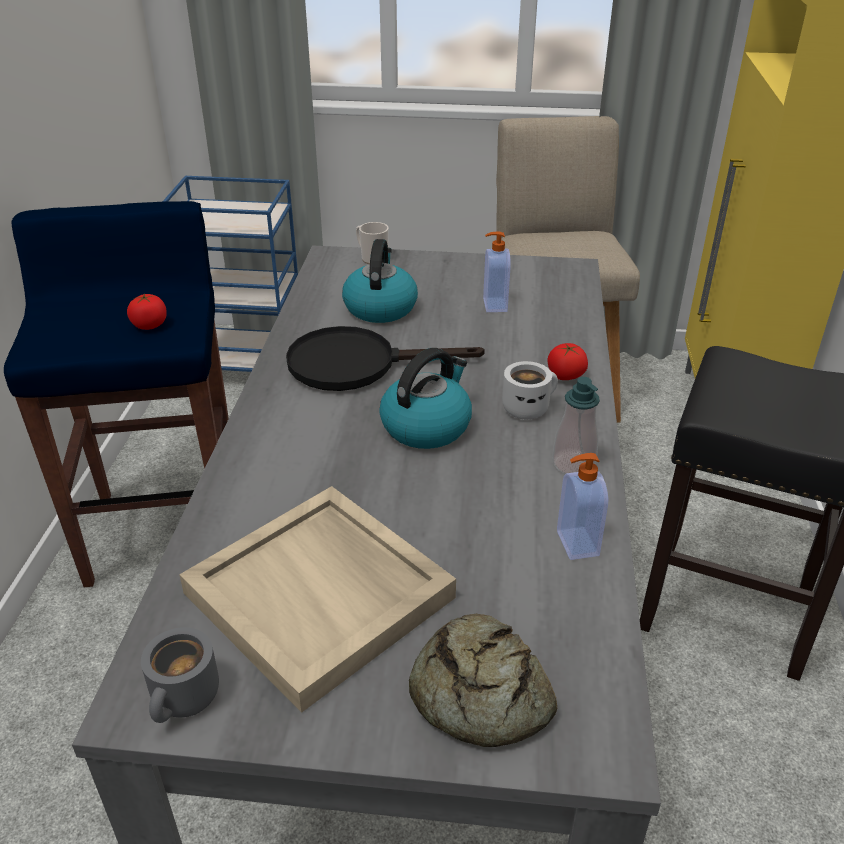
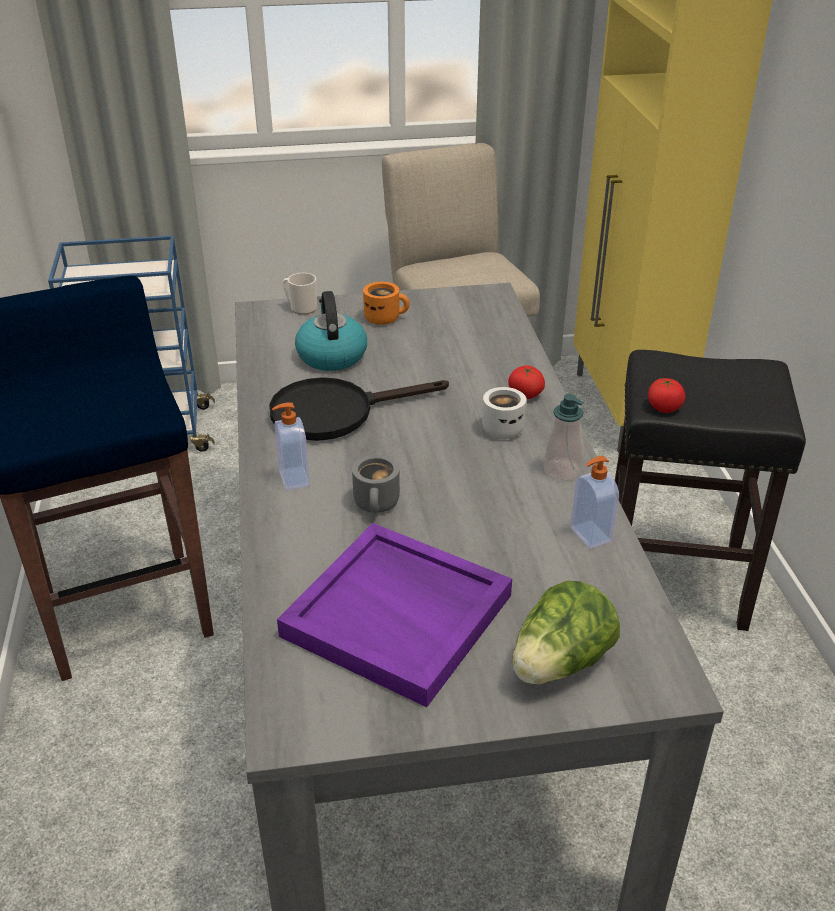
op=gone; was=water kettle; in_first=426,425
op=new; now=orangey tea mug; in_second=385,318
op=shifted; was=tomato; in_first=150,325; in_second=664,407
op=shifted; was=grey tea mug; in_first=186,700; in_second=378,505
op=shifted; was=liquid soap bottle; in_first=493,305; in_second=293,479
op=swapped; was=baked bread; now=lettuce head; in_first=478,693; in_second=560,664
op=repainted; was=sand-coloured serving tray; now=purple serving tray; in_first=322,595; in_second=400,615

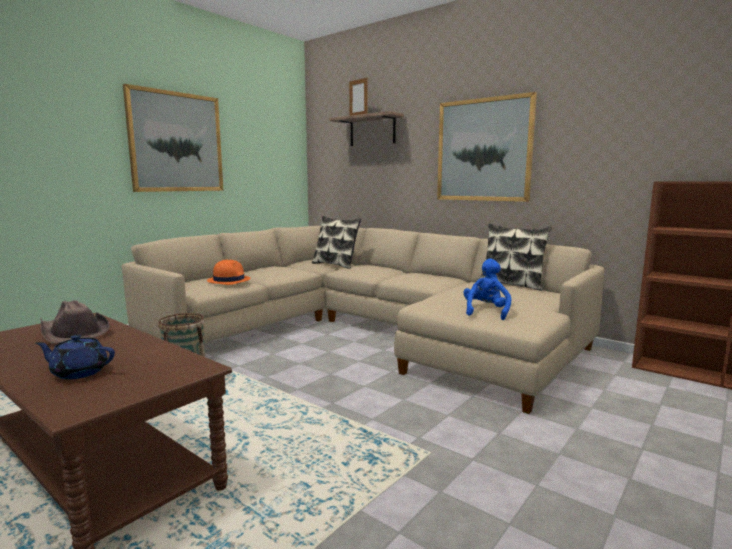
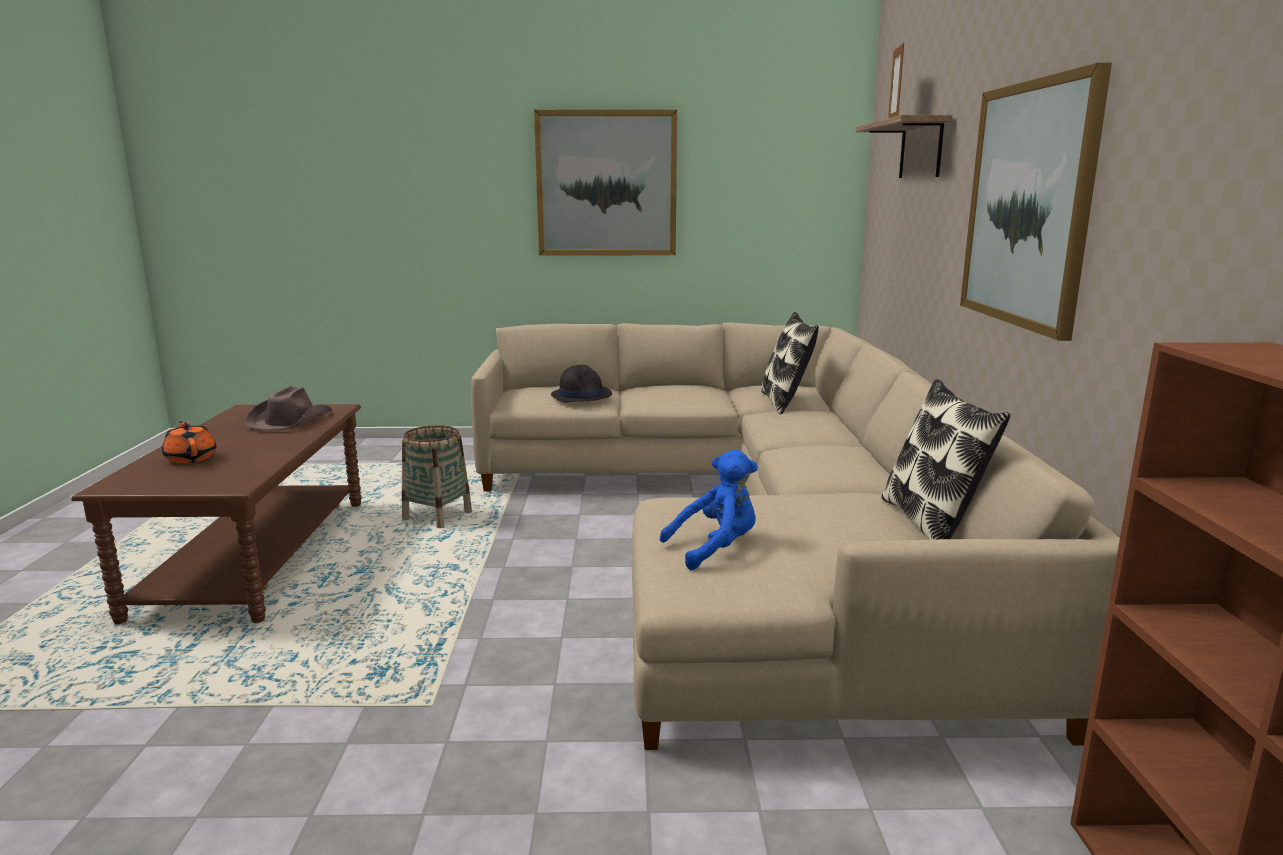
op=repainted; was=blue-coloured pot for tea; now=orangey pot for tea; in_first=79,372; in_second=191,458
op=repainted; was=orangey clothing hat; now=blackish clothing hat; in_first=229,280; in_second=581,395

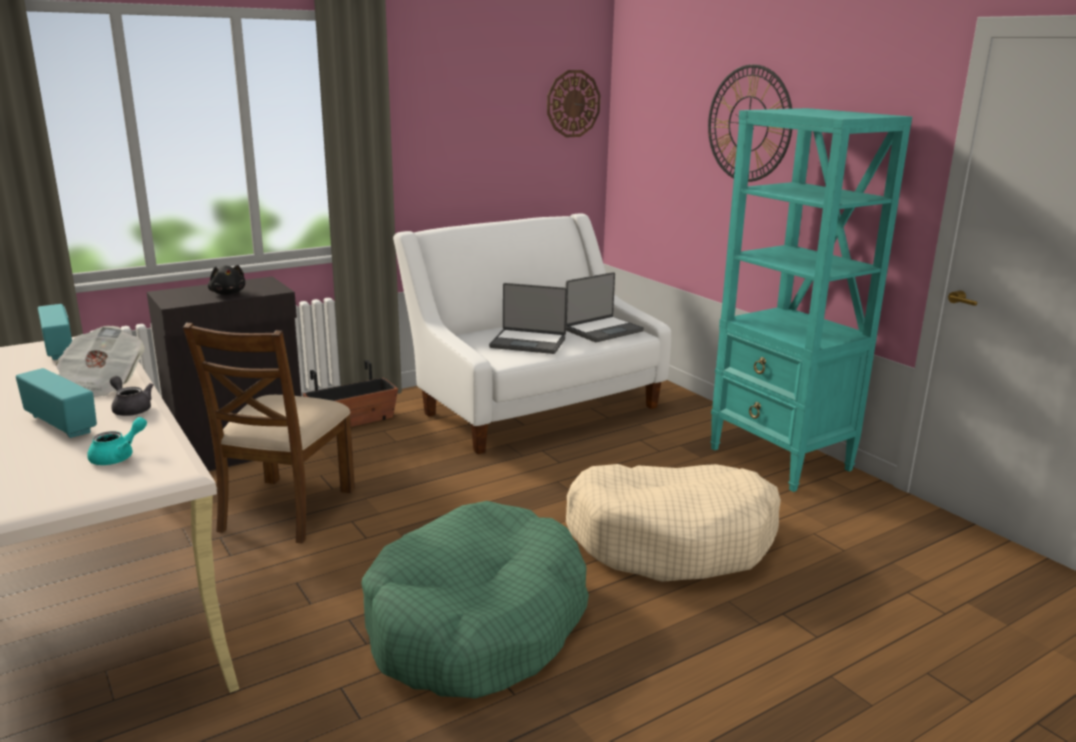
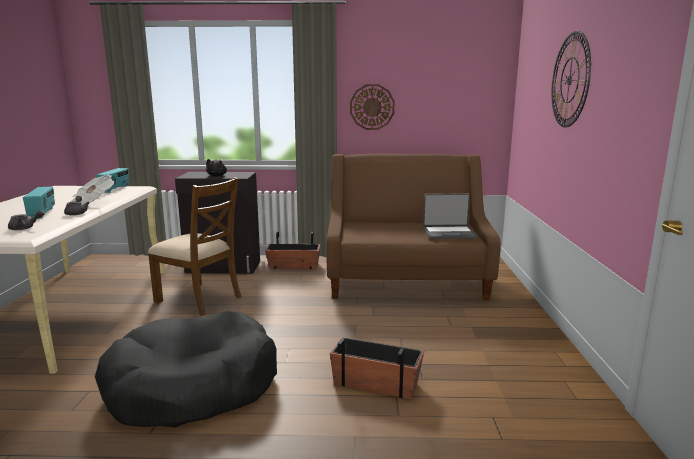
op=gone; was=notebook computer; in_first=528,342
op=gone; was=blue-green bookshelf; in_first=780,460
op=shifted; was=clock on the wall; in_first=573,103; in_second=372,107
op=swapped; was=sand-coloured pet bed; now=flower pot; in_first=672,539; in_second=376,383
op=repainted; was=blue-green pot for tea; now=grey pot for tea; in_first=118,456; in_second=25,228
op=repainted; was=greenish pet bed; now=blackish pet bed; in_first=476,624; in_second=192,386
op=repainted; was=whitish settee; now=brown-coloured settee; in_first=534,405; in_second=406,280
op=rotated; was=brown-coloured plain chair; in_first=285,509; in_second=199,299; clockwise=-105

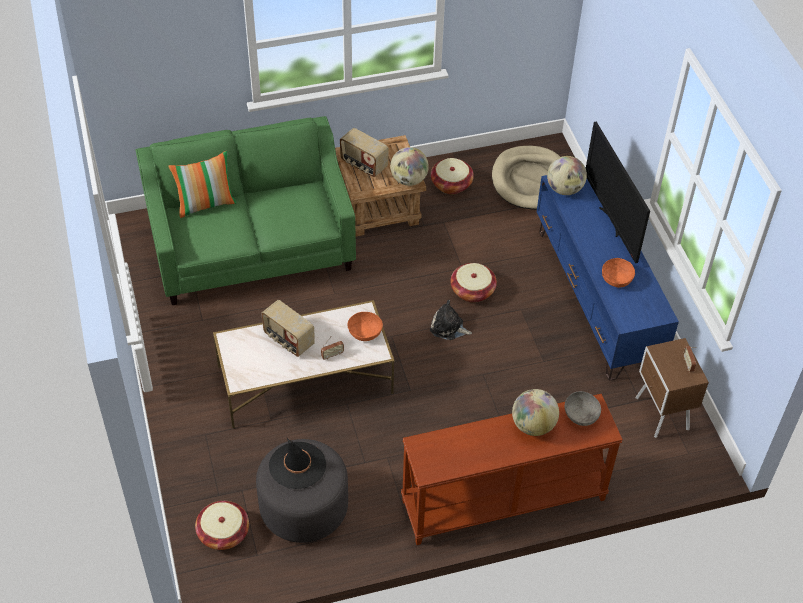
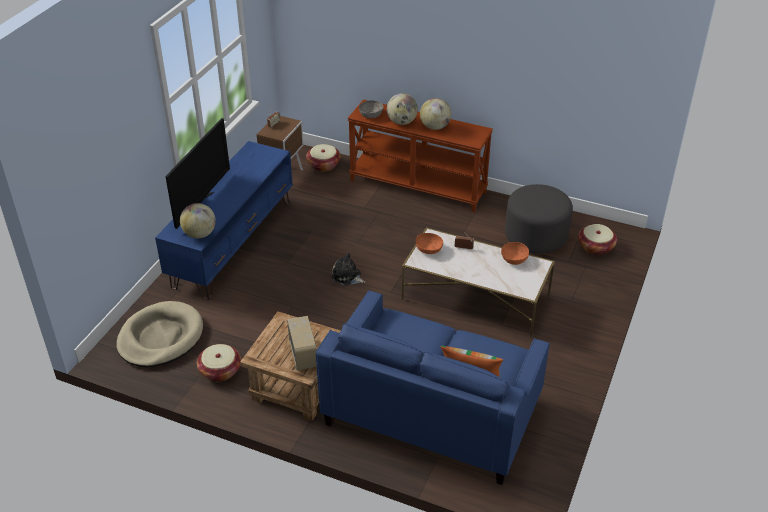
op=gone; was=radio; in_first=288,340
op=gone; was=blackish clothing hat; in_first=297,465
op=shifted; was=globe; in_first=408,180; in_second=435,127
op=shifted; was=basket; in_first=472,291; in_second=323,165
op=shifted; was=orangey serving bowl; in_first=616,279; in_second=514,259
op=repainted; was=greenish settee; now=blue-coloured settee; in_first=252,247; in_second=432,412
op=rotated; was=plush toy; in_first=448,328; in_second=347,276; clockwise=150

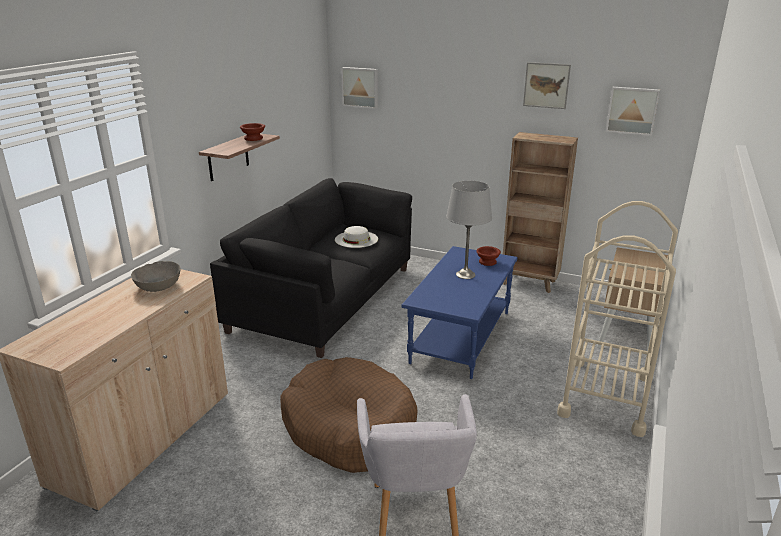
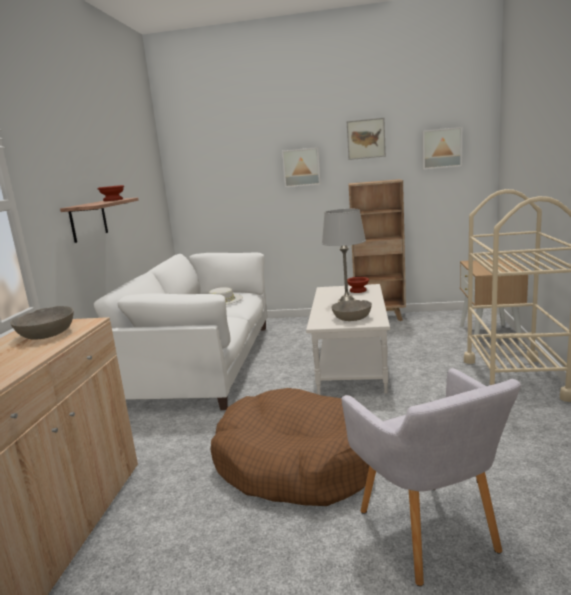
op=new; now=grey serving bowl; in_second=351,318
op=shifted; was=wall art; in_first=360,87; in_second=301,167
op=repainted; was=blackish settee; now=whitish settee; in_first=325,298; in_second=201,363
op=repainted; was=blue-coloured coffee table; now=whitish coffee table; in_first=460,336; in_second=350,364

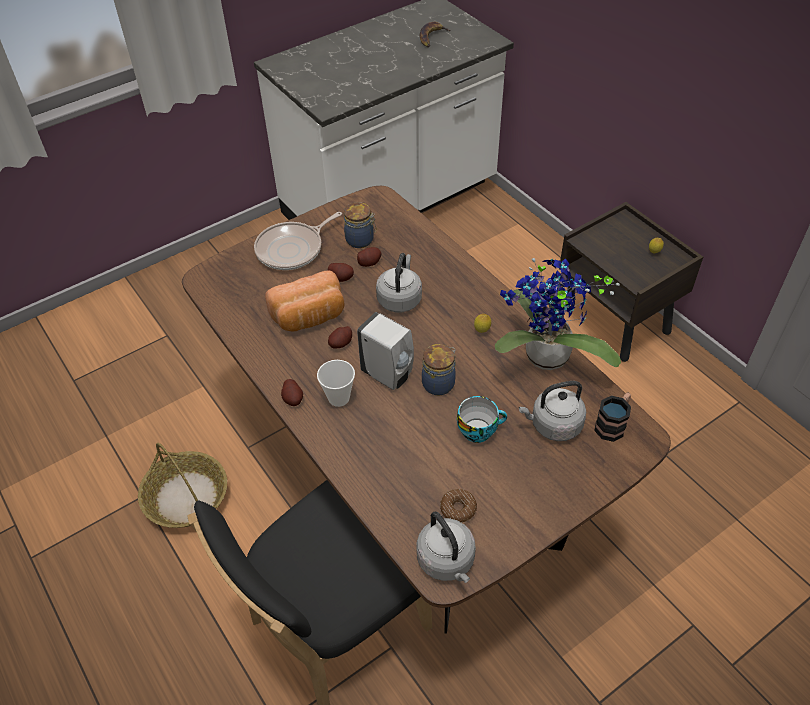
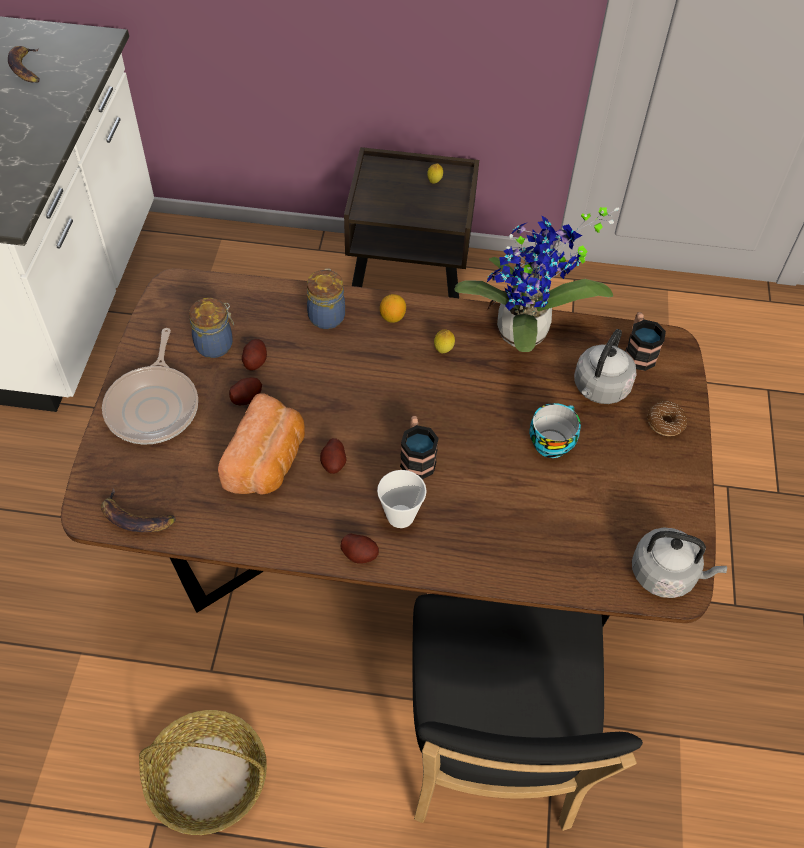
op=gone; was=grey water kettle; in_first=400,298
op=new; now=whole banana; in_second=135,518
op=new; now=whole lemon; in_second=392,317
op=shifted; was=preserve jar; in_first=439,383; in_second=327,315
op=shifted; was=doughnut; in_first=458,509; in_second=665,422
op=swapped; was=whitish liquid soap bottle; now=tea mug; in_first=388,375; in_second=416,457

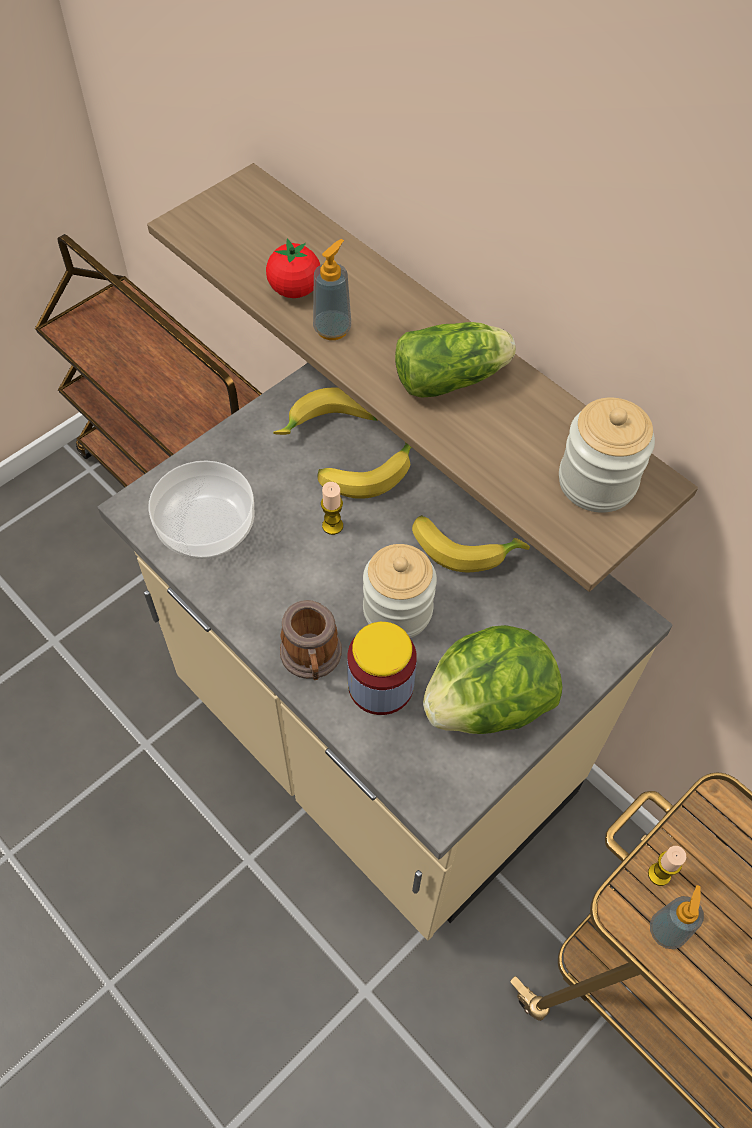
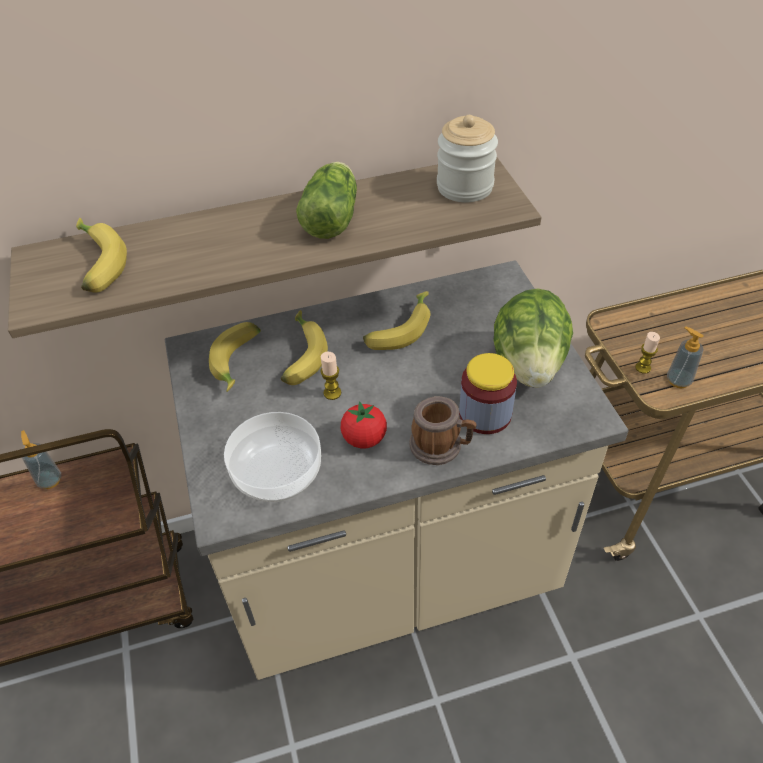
op=gone; was=preserve jar; in_first=397,610
op=new; now=whole banana; in_second=96,264
op=shifted; was=tomato; in_first=294,289; in_second=364,438
op=shifted; was=liquid soap bottle; in_first=332,329; in_second=50,480

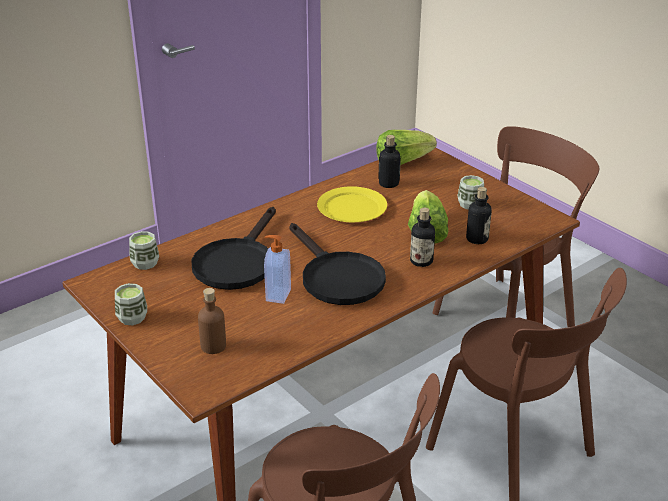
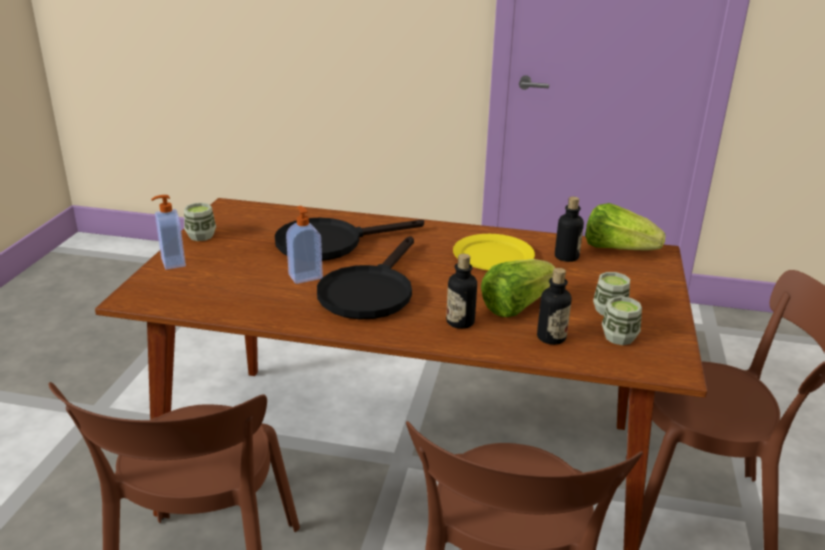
op=gone; was=brown-coloured bottle; in_first=213,346
op=new; now=liquid soap bottle; in_second=172,263
op=shifted; was=cup; in_first=145,263; in_second=619,337

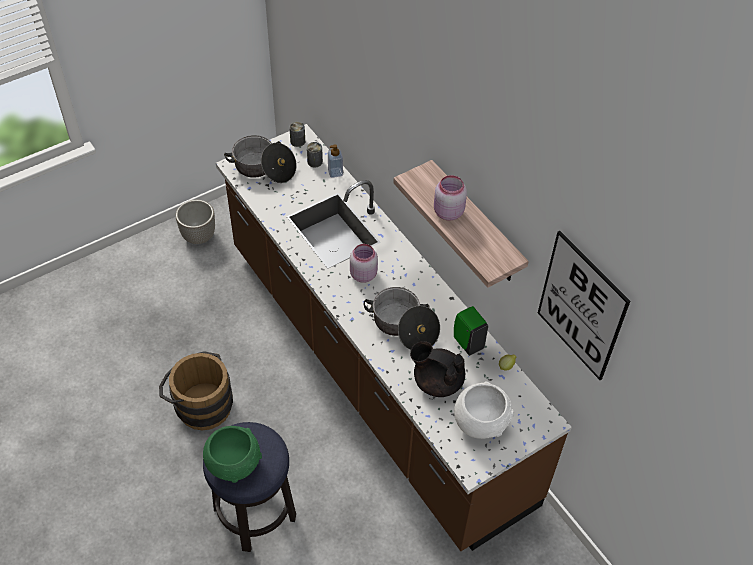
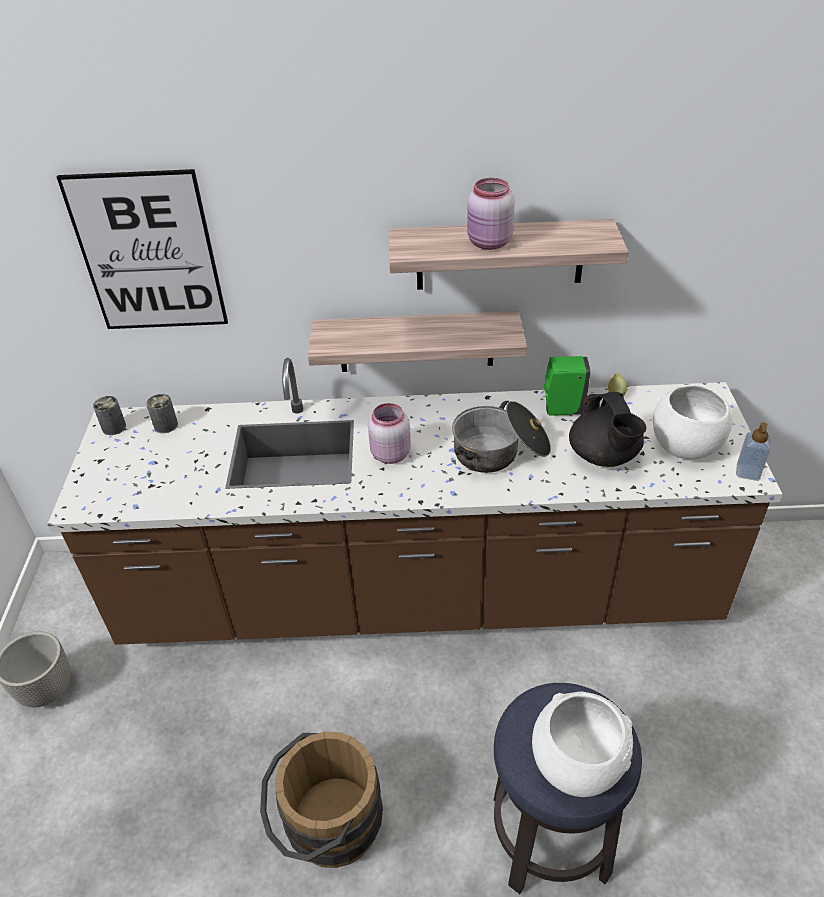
op=gone; was=stockpot; in_first=263,168
op=new; now=wall shelf; in_second=416,342
op=shifted; was=liquid soap bottle; in_first=335,172; in_second=747,472
op=shifted; was=wall art; in_first=581,306; in_second=148,253
op=repainted; was=greenish serving bowl; now=whitish serving bowl; in_first=234,463; in_second=576,761
op=rotated; was=blackish pot for tea; in_first=437,381; in_second=604,456; clockwise=-75

